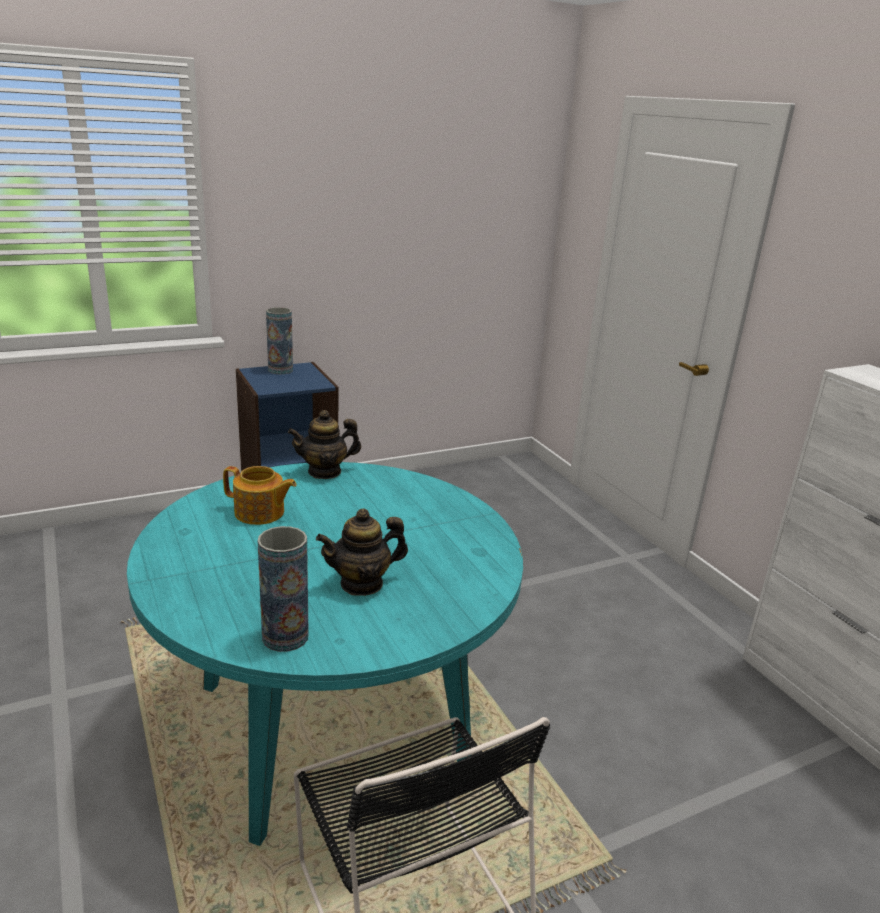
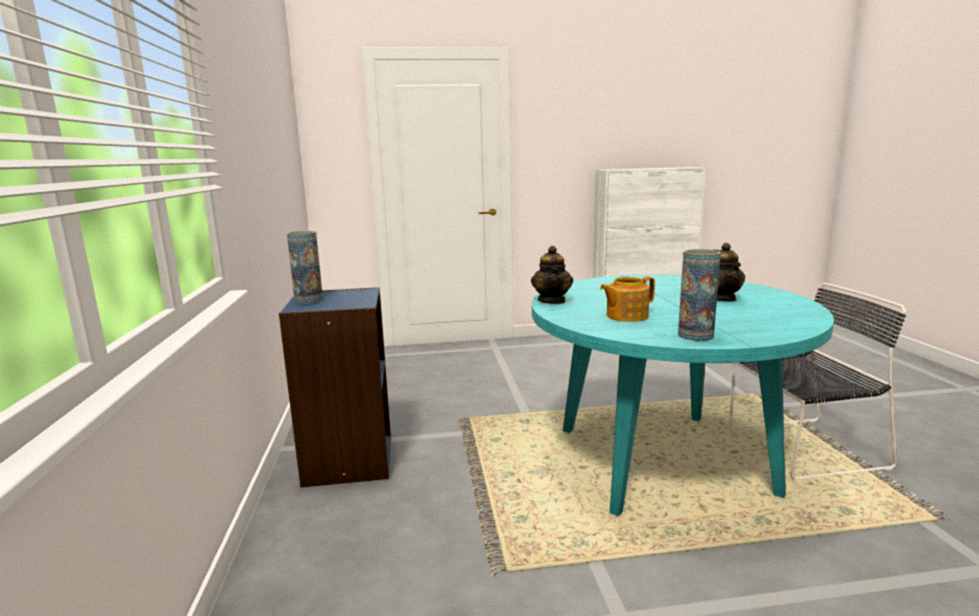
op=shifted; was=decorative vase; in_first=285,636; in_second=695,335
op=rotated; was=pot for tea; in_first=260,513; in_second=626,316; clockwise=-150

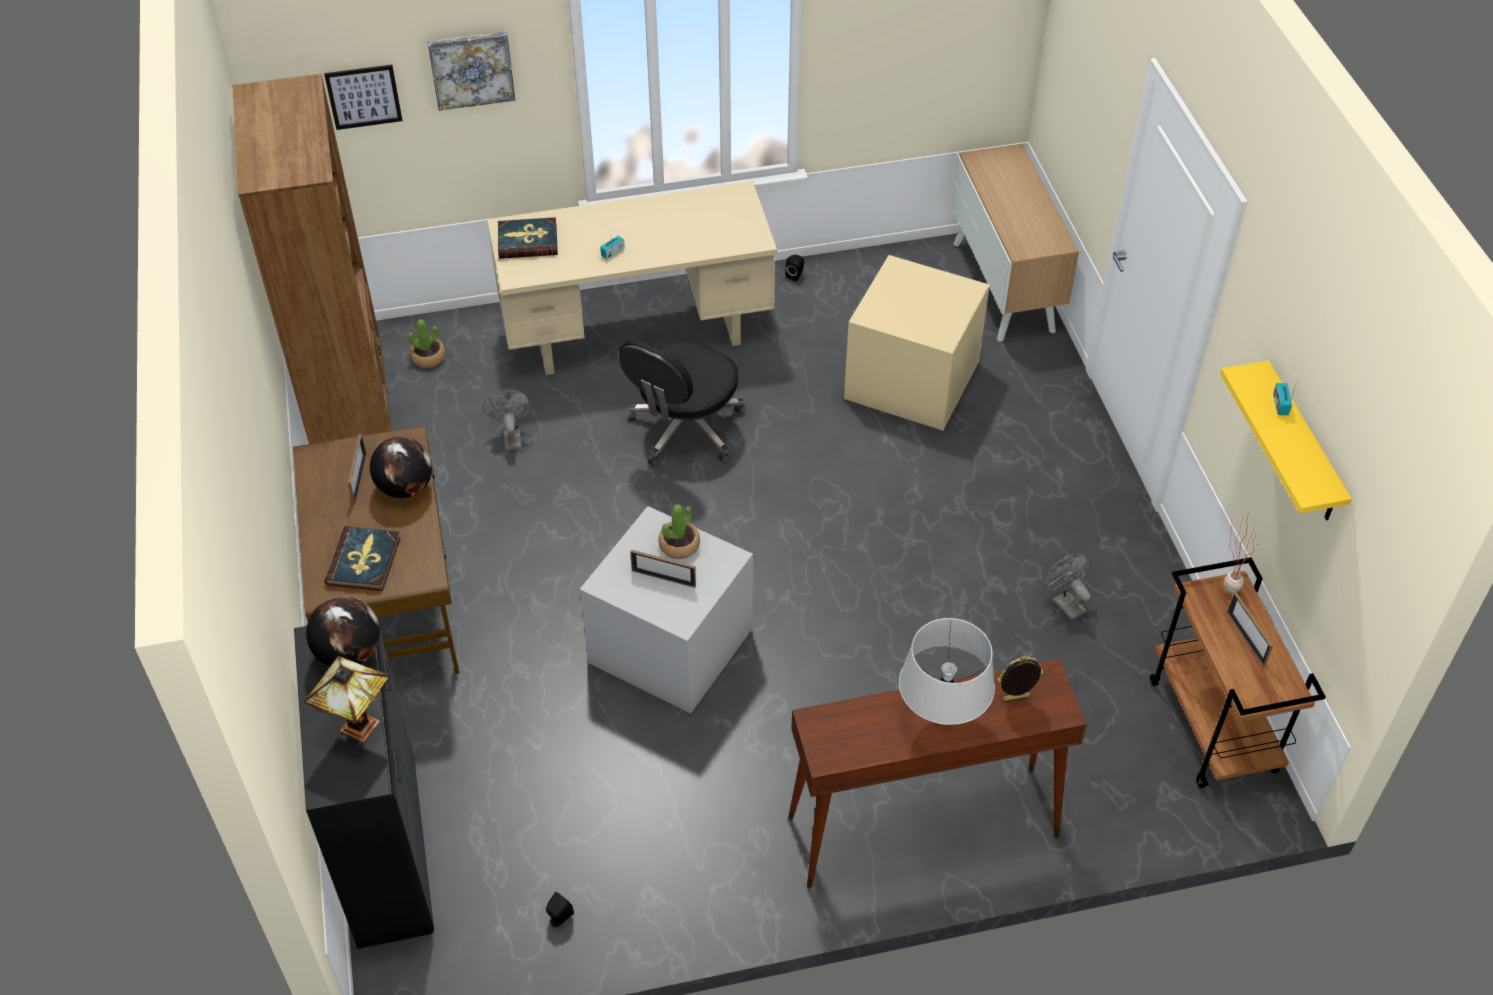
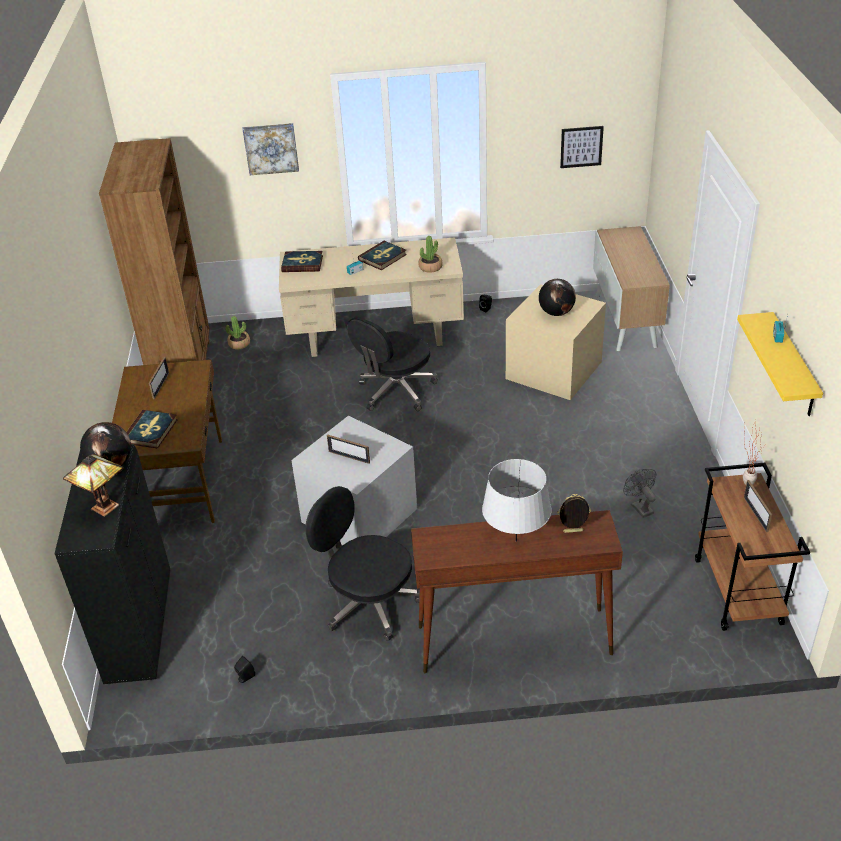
op=gone; was=grey cooling fan; in_first=511,436
op=new; now=blackish desk chair; in_second=368,603
op=new; now=bound book; in_second=382,257
op=shifted; was=wall art; in_first=363,96; in_second=581,146
op=shifted; was=globe; in_first=405,487; in_second=556,313
op=shifted; was=potted plant; in_first=679,545; in_second=430,267

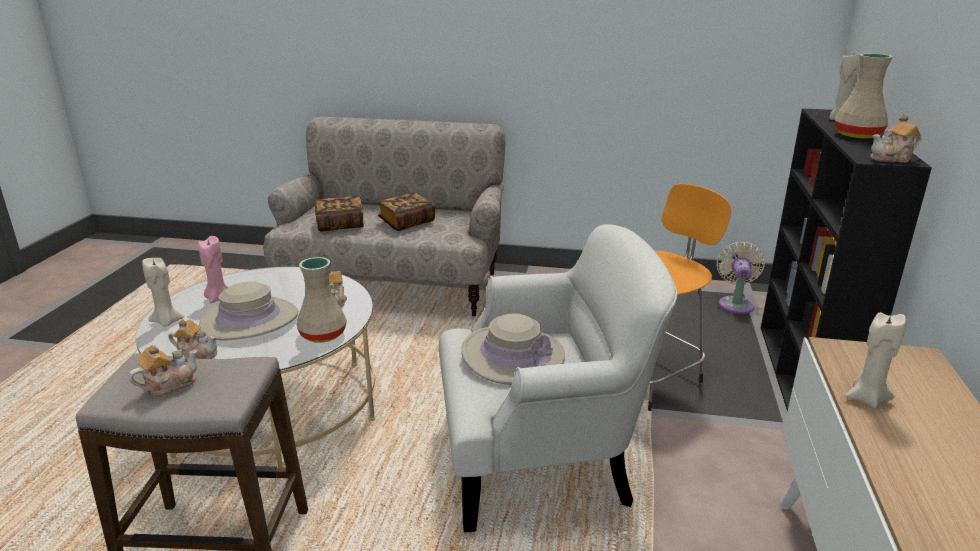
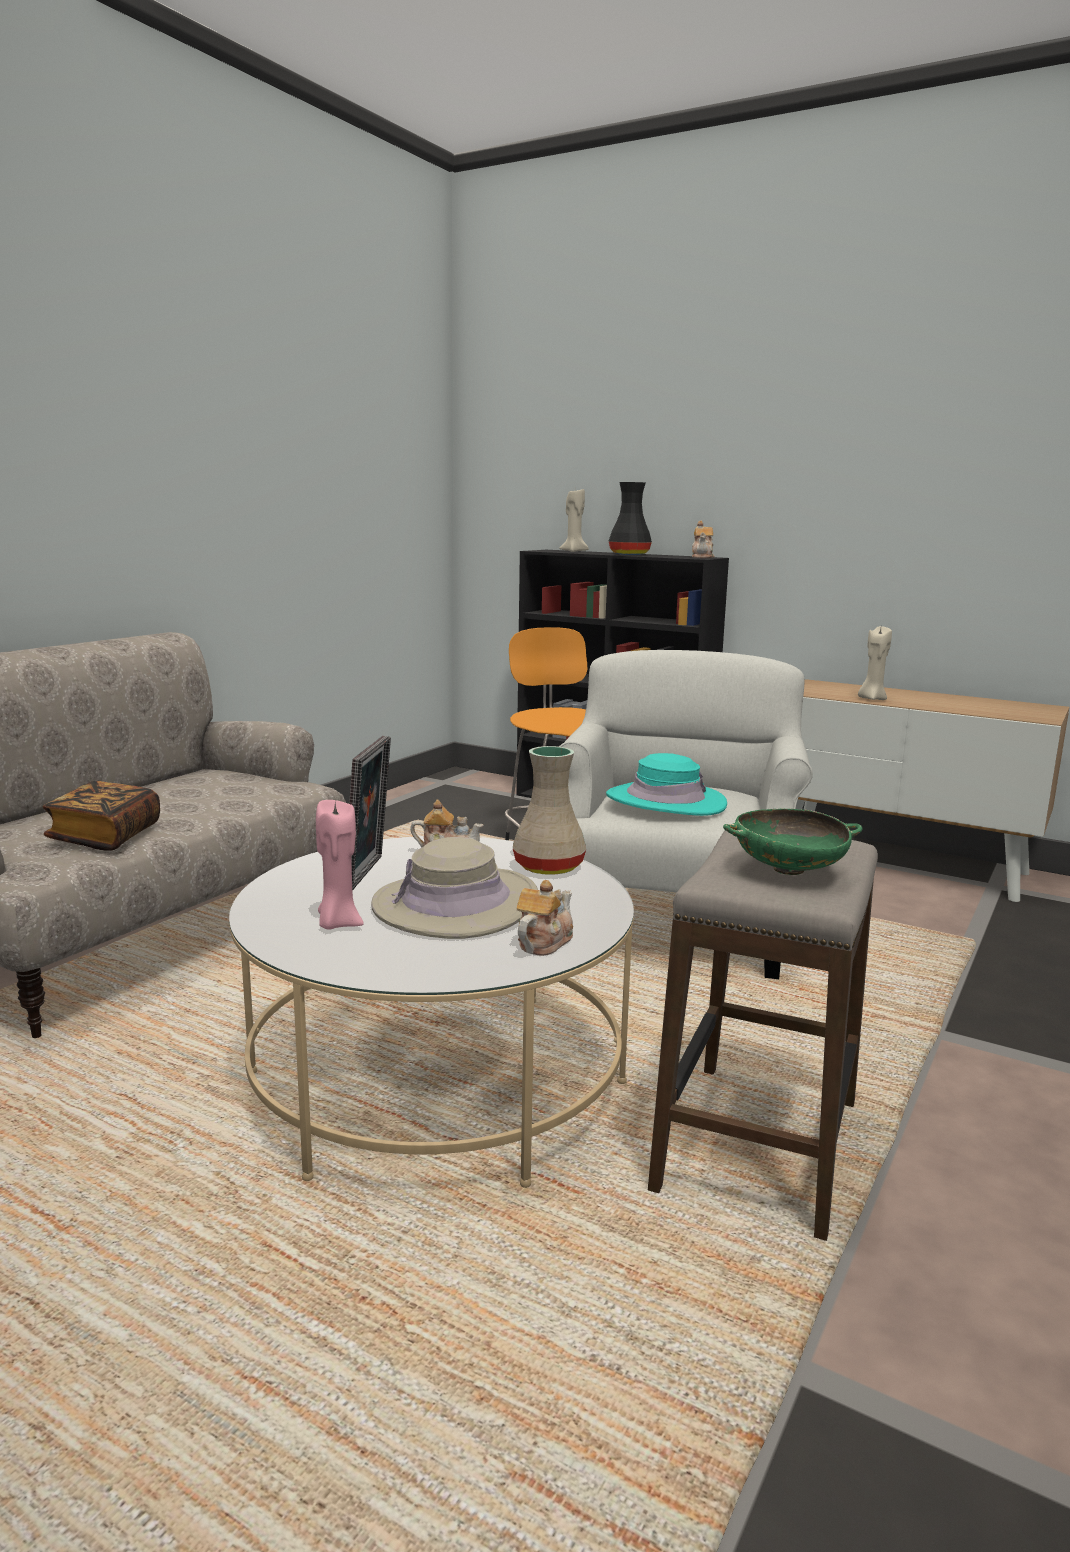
op=gone; was=sand-coloured candle; in_first=166,322
op=gone; was=bound book; in_first=406,222
op=gone; was=sand-coloured cooling fan; in_first=735,303
op=new; now=photo frame; in_second=369,873
op=swapped; was=pot for tea; now=greenish serving bowl; in_first=169,384; in_second=789,870
op=repainted; was=sand-coloured clothing hat; now=blue-green clothing hat; in_first=512,355; in_second=665,801
op=repainted; was=sand-coloured decorative vase; now=blackish decorative vase; in_first=858,135; in_second=630,554

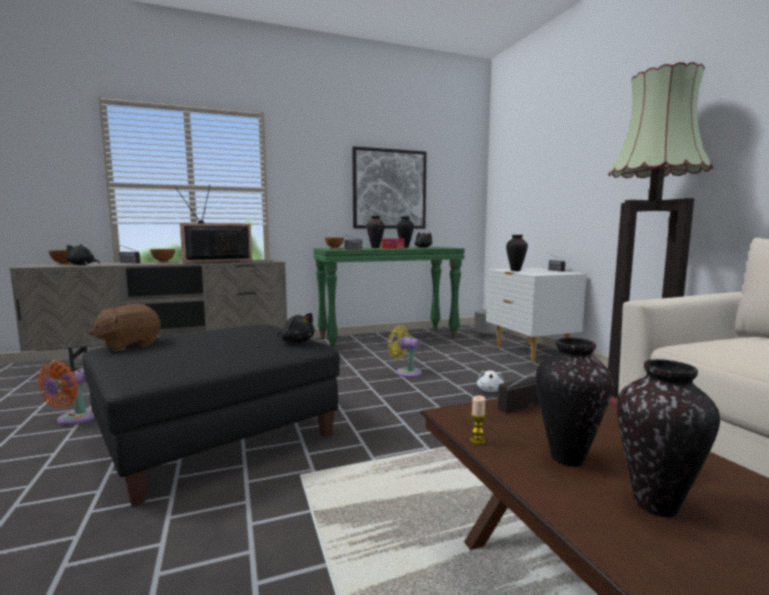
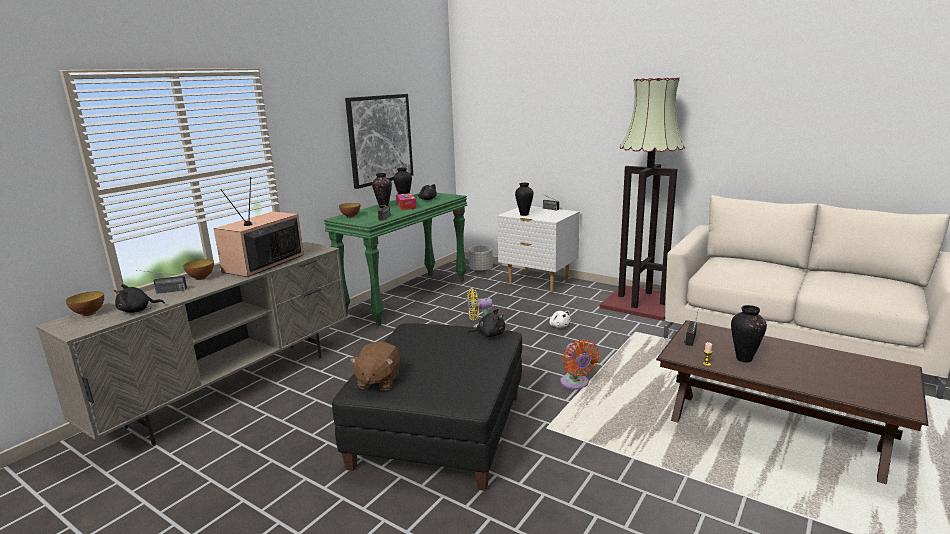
op=gone; was=decorative vase; in_first=657,506
op=shifted; was=orangey cooling fan; in_first=73,419; in_second=575,384

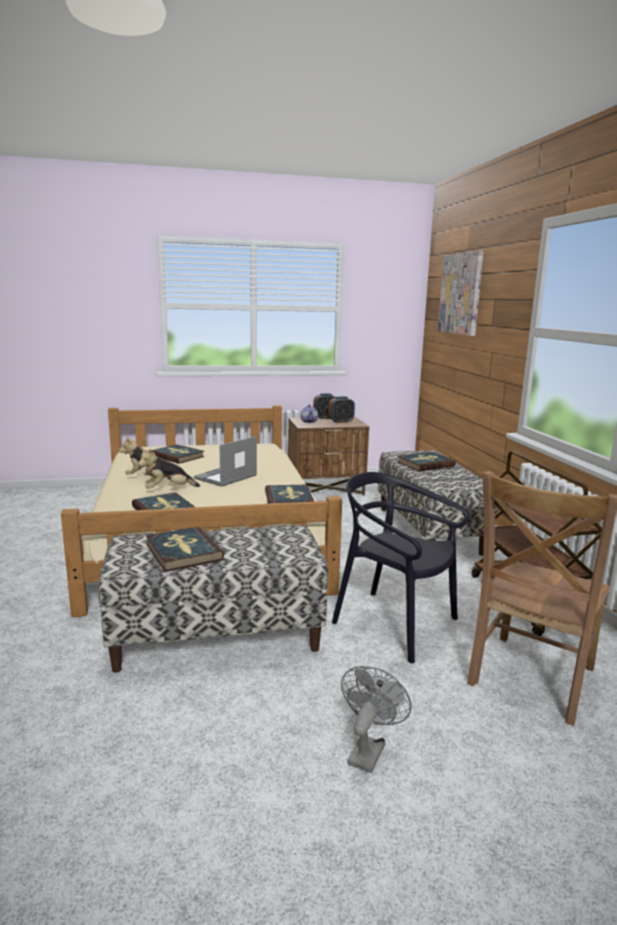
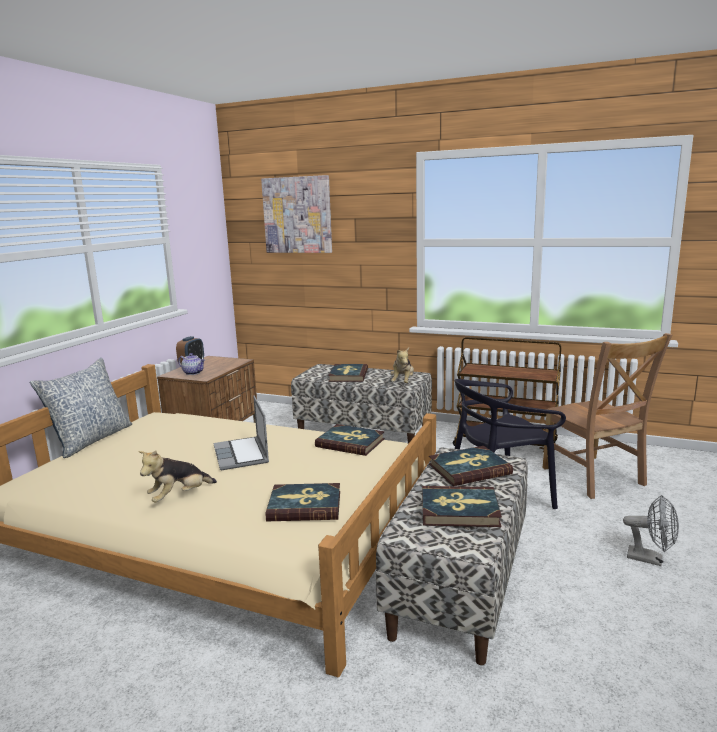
op=gone; was=bedside clock; in_first=341,421
op=new; now=pillow; in_second=91,440
op=shifted; was=plush toy; in_first=168,490; in_second=403,382
op=shifted; was=bound book; in_first=177,456; in_second=469,469
op=rotated; was=grey cooling fan; in_first=368,749; in_second=651,559; clockwise=150

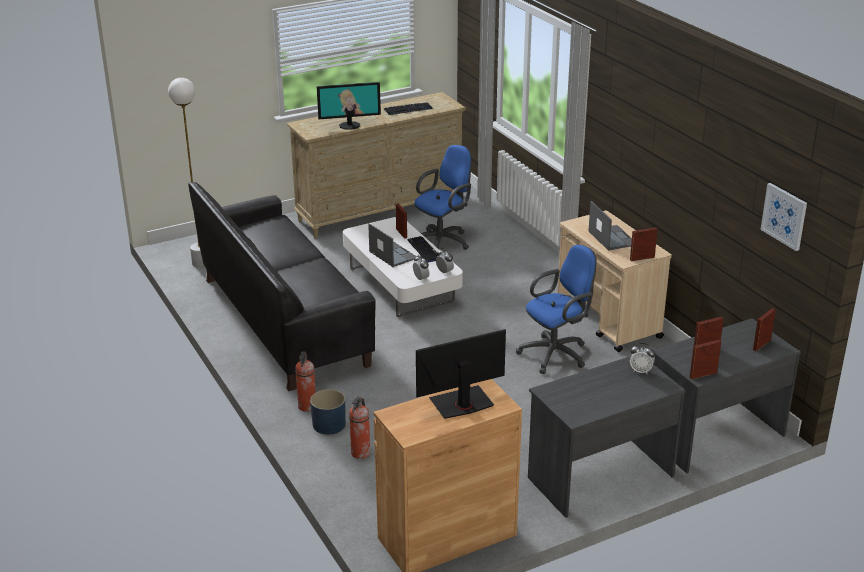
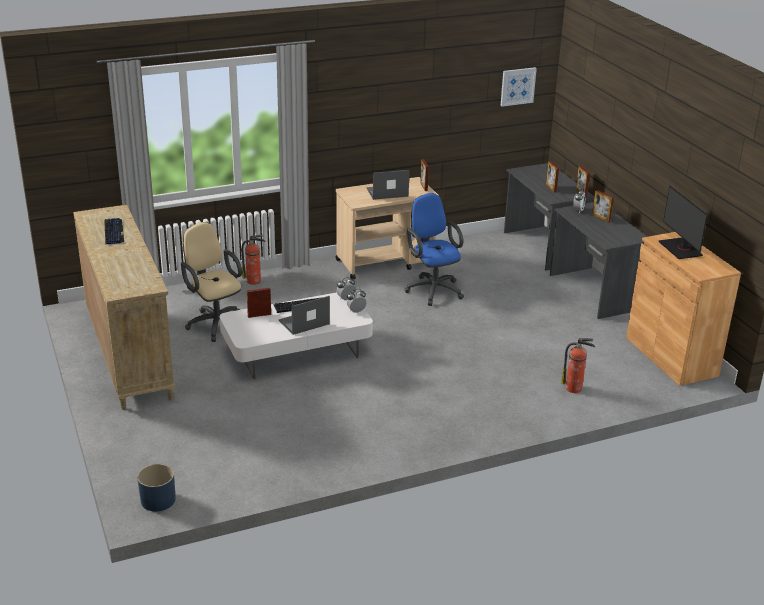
op=gone; was=whitish standard lamp; in_first=201,263
op=gone; was=blackish settee; in_first=283,321
op=gone; was=computer screen; in_first=349,125
op=shifted; was=fire-fighting cylinder; in_first=307,407; in_second=254,281
op=shifted; was=blue-coloured flower pot; in_first=328,424; in_second=158,500
op=shifted; was=photo frame; in_first=761,345; in_second=601,218
op=repainted; was=blue-coloured desk chair; now=sand-coloured desk chair; in_first=443,241; in_second=215,323

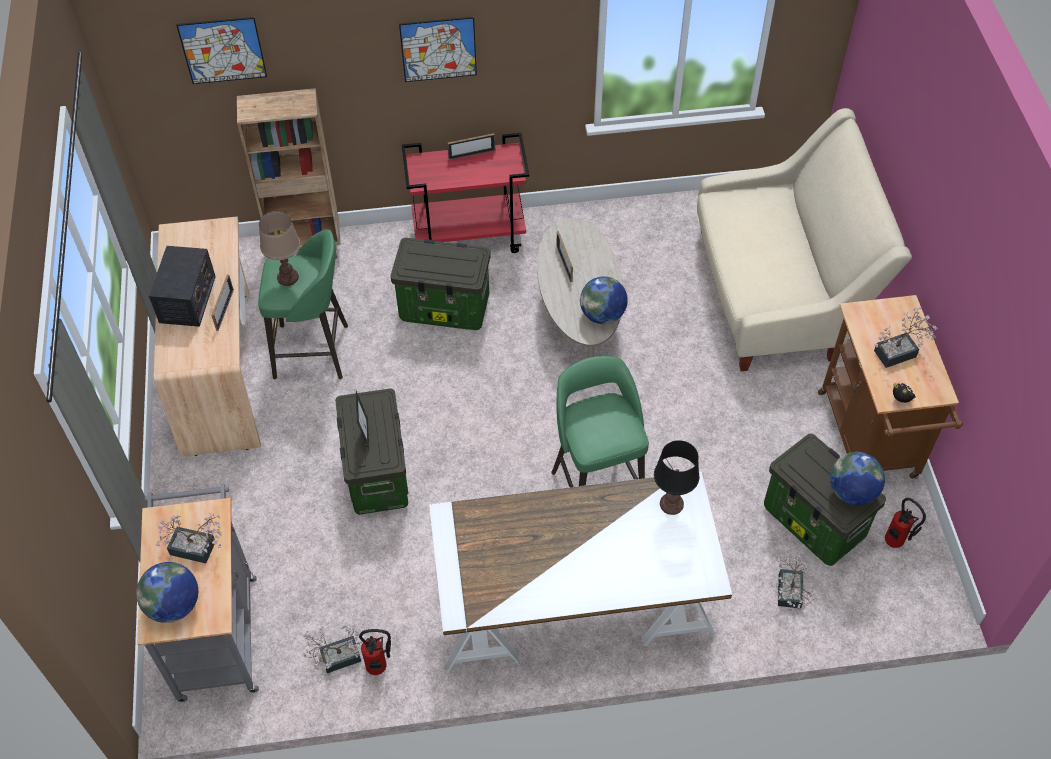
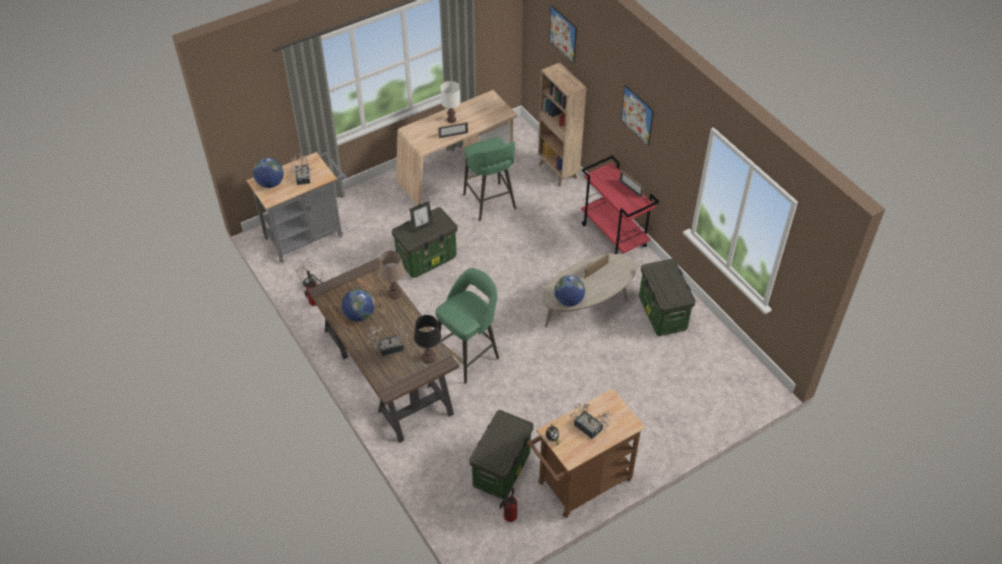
op=gone; was=sand-coloured settee; in_first=778,291
op=shifted; was=brown-coloured table lamp; in_first=287,277; in_second=394,293
op=shifted; was=storage container; in_first=446,308; in_second=663,314
op=shifted; was=potted plant; in_first=789,596; in_second=387,348
op=shifted; was=globe; in_first=852,492; in_second=359,315
op=swapped; was=radio; now=whitish table lamp; in_first=187,299; in_second=451,119
op=repainted; was=whitish desk unit; now=brown-coloured desk unit; in_first=573,608; in_second=386,372

